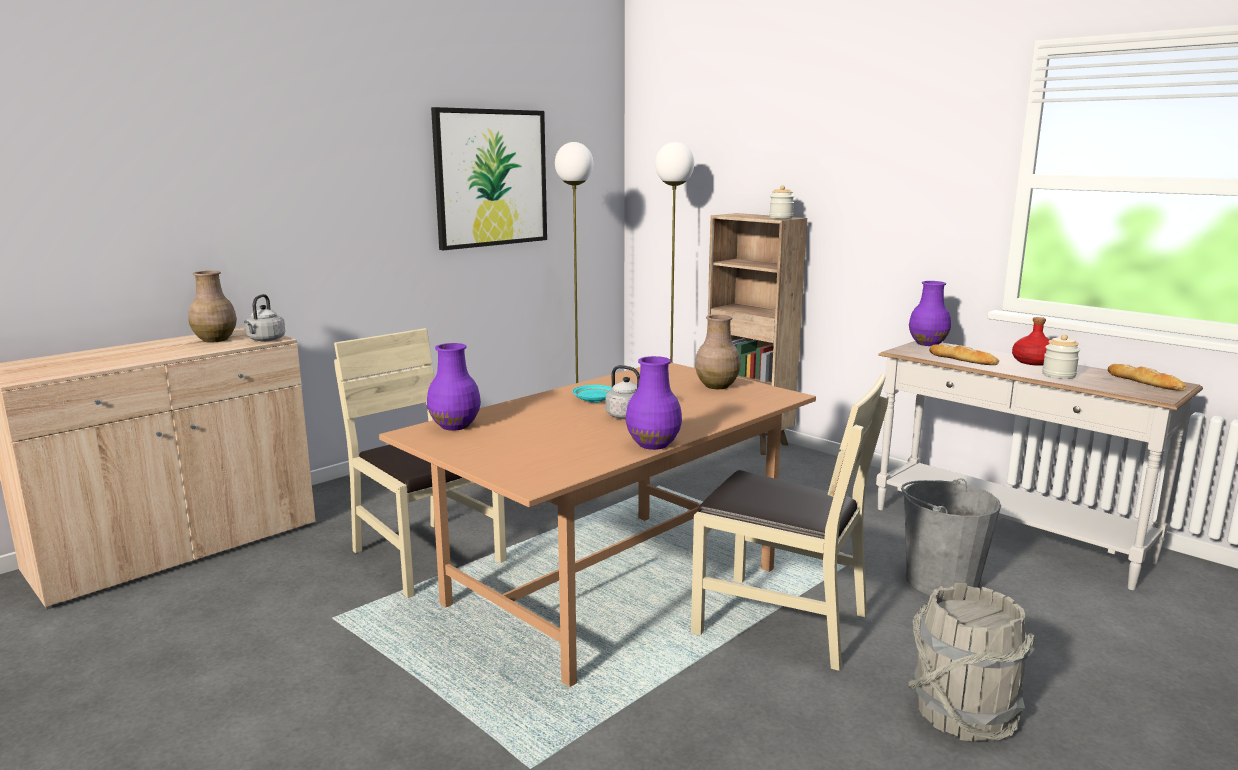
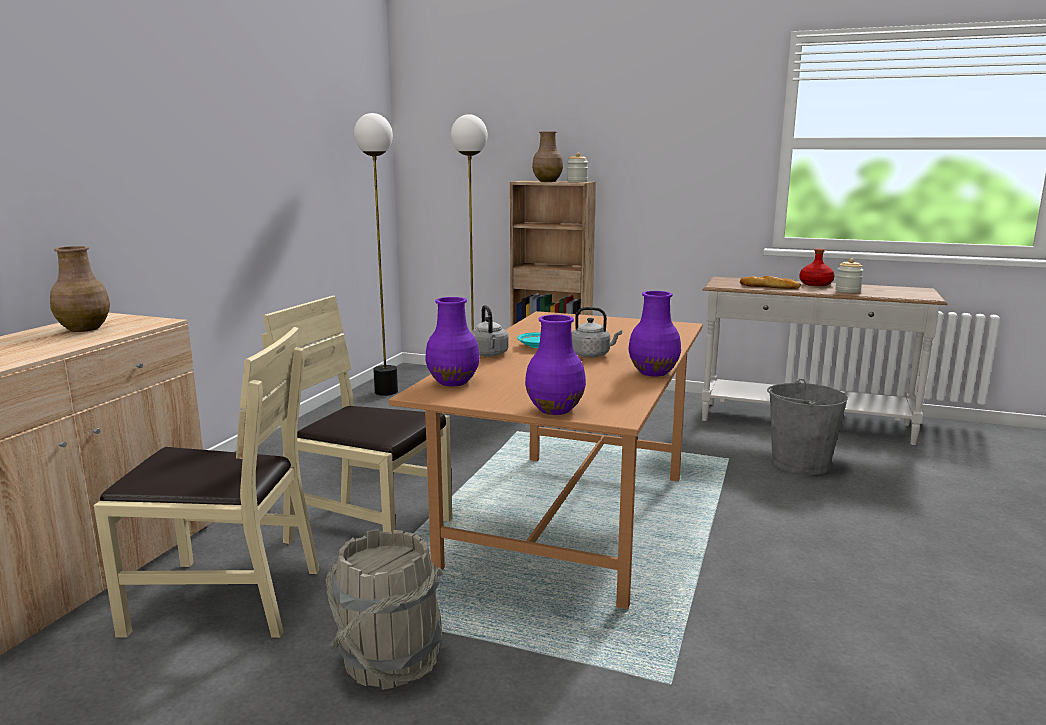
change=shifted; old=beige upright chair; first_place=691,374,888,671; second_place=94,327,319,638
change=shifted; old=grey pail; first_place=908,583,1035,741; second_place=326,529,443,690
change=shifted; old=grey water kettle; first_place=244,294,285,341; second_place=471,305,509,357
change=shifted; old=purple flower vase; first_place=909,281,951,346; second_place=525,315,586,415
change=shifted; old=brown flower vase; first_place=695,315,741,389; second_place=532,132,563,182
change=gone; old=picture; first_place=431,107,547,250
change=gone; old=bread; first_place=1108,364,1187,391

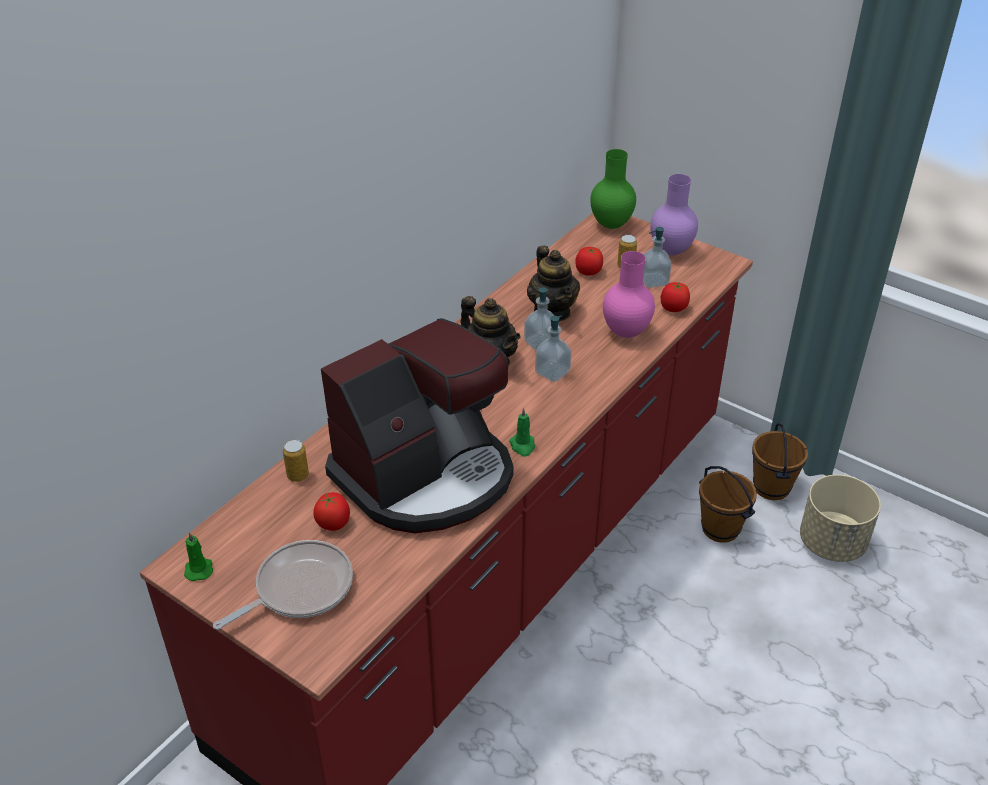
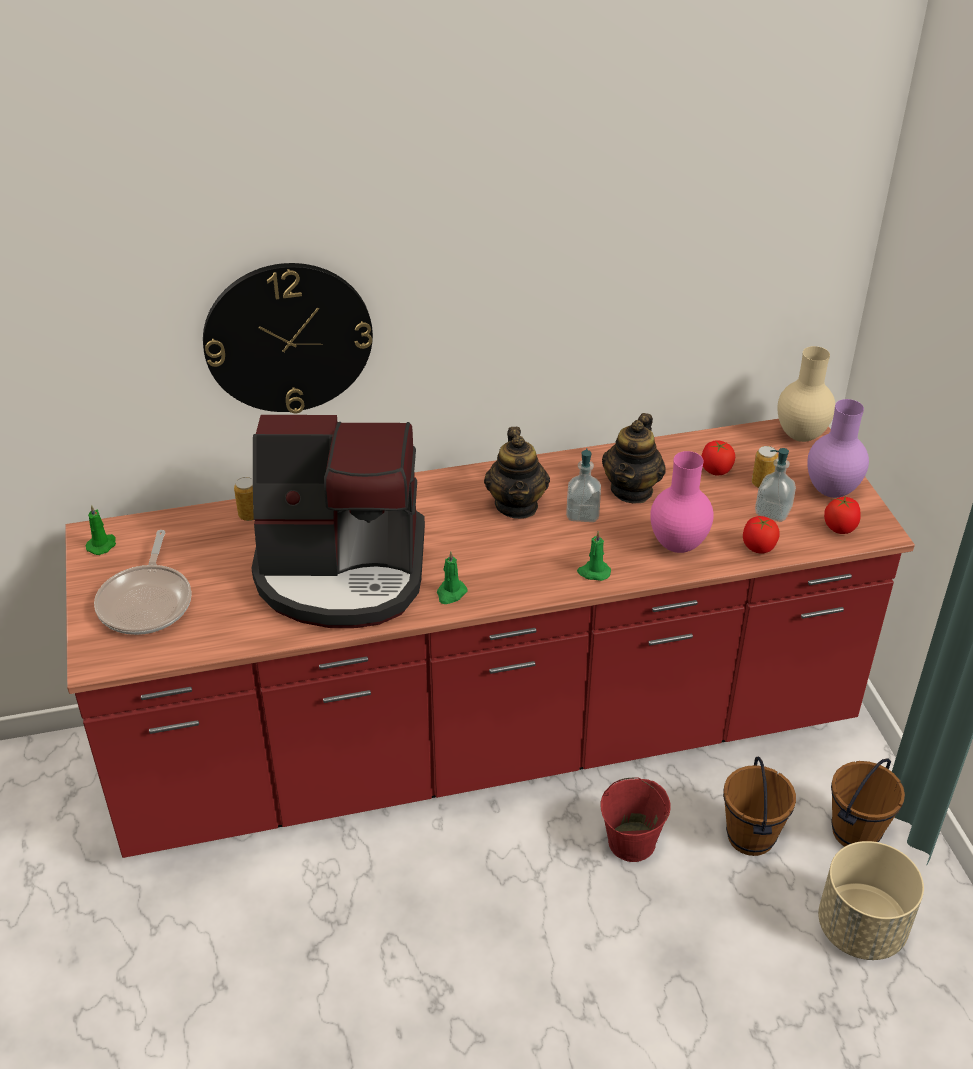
change=rotated; old=skillet; first_place=213,540,353,630; second_place=94,530,192,635; degrees=90
change=new; new=clock on the wall; second_place=203,263,373,413
change=new; new=green-coloured candle; second_place=577,531,611,581
change=new; new=red-coloured pail; second_place=600,777,671,862
change=repainted; old=green-coloured flower vase; new=beige flower vase; first_place=590,149,636,229; second_place=777,346,835,442
change=shifted; old=whole tomato; first_place=313,492,350,531; second_place=824,496,861,534
change=gone; old=soap dispenser; first_place=535,316,572,382

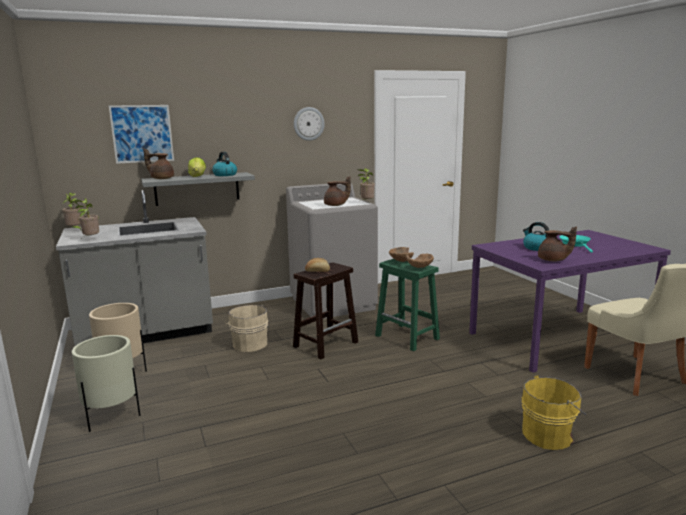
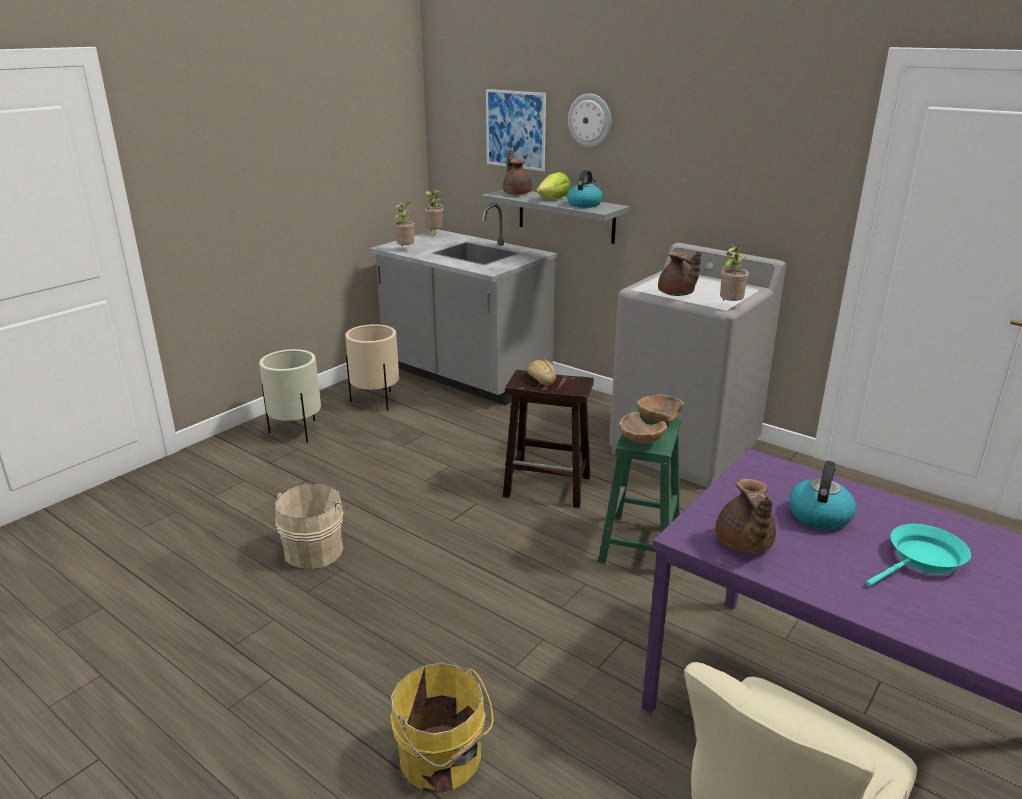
change=shifted; old=beige pail; first_place=225,304,268,352; second_place=275,483,348,569
change=shifted; old=clock on the wall; first_place=294,107,325,141; second_place=568,93,612,148

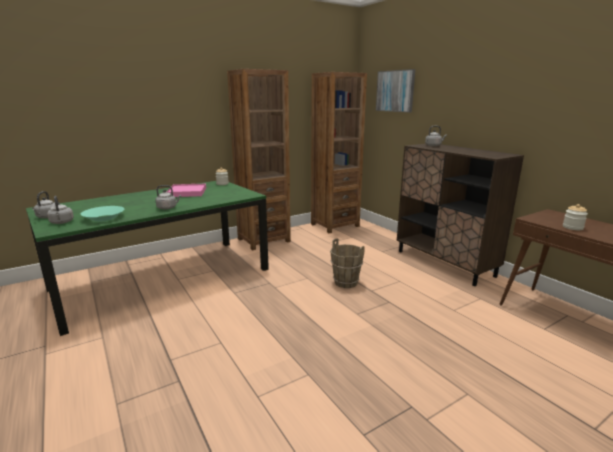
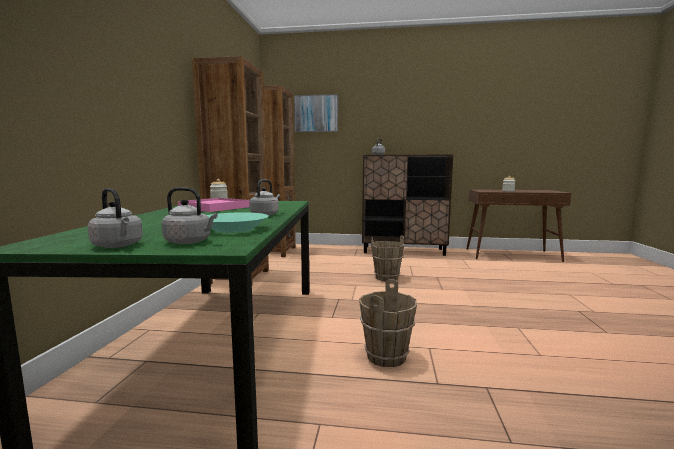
change=new; new=brown pail; second_place=359,279,417,367

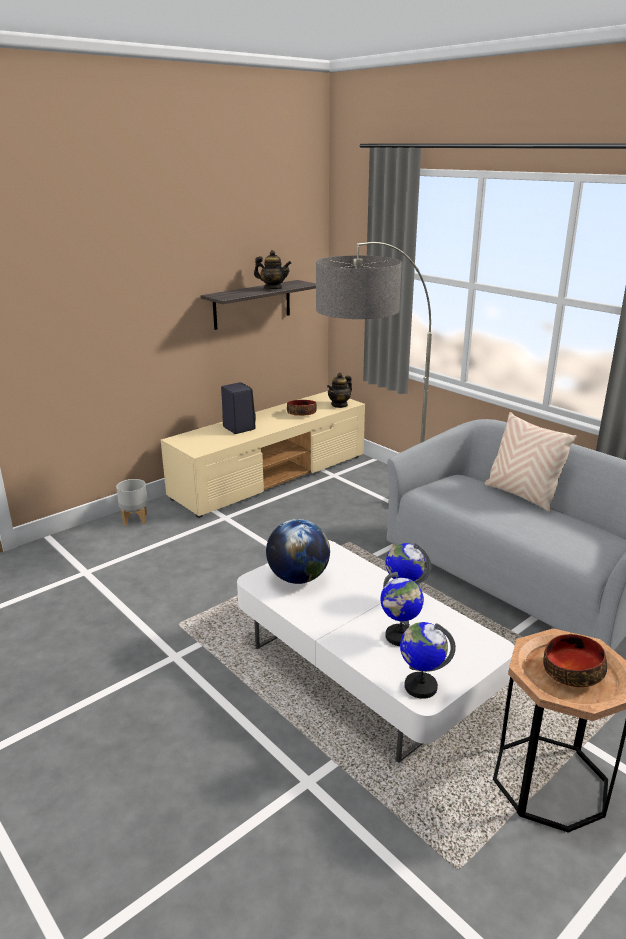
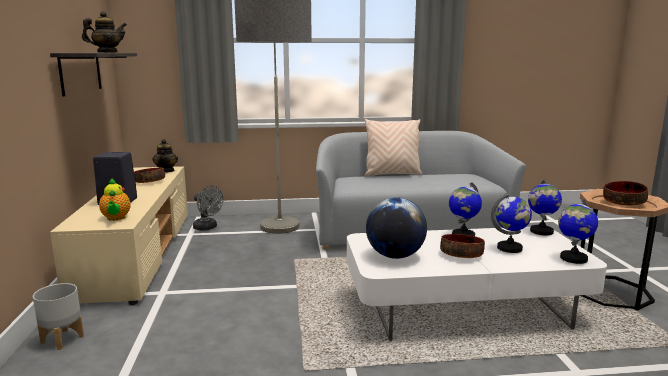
change=new; new=teapot; second_place=99,178,131,221
change=new; new=grey electric fan; second_place=193,186,224,231
change=new; new=serving bowl; second_place=440,234,485,258
change=new; new=globe; second_place=528,179,562,235

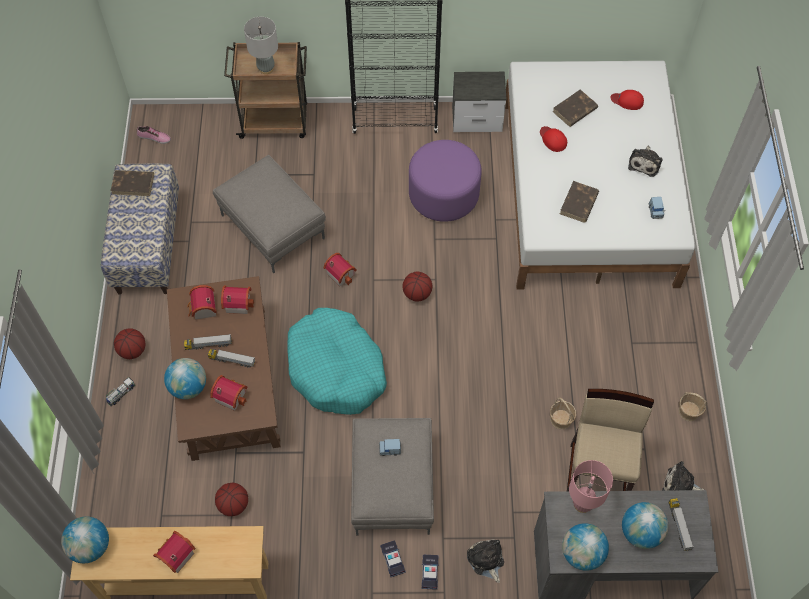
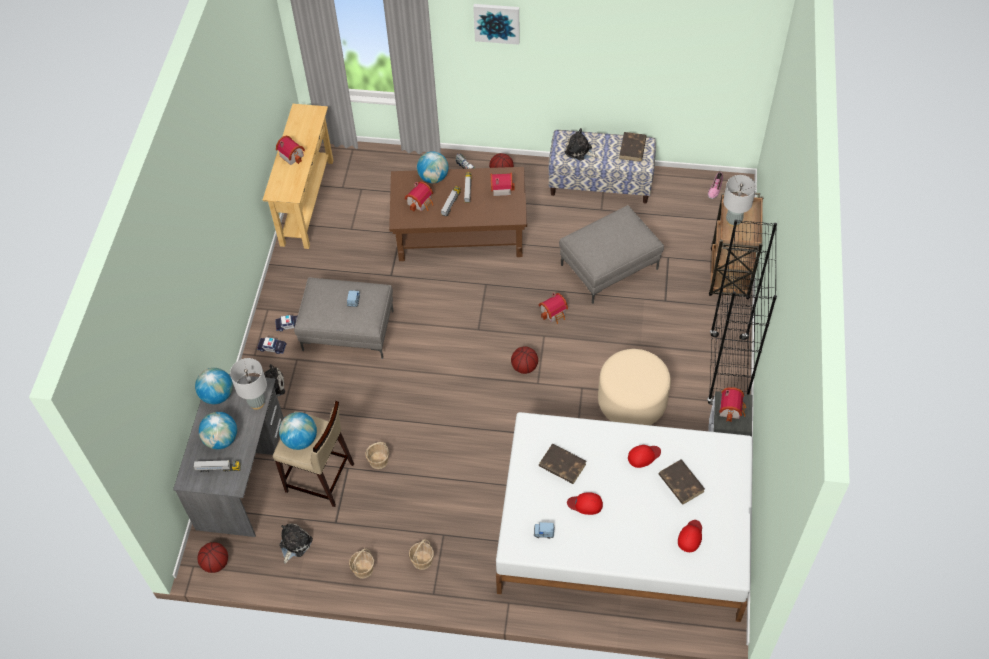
change=shifted; old=basketball ball; first_place=215,483,248,516; second_place=197,542,228,573
change=repainted; old=pink-coloured lamp for a table; new=grey lamp for a table; first_place=569,460,613,513; second_place=230,358,267,410
change=shifted; old=globe; first_place=61,517,109,563; second_place=279,412,317,450
change=new; new=basket; second_place=409,539,434,570
change=new; new=picture; second_place=473,4,520,45
change=shifted; old=plush toy; first_place=628,146,662,177; second_place=565,128,598,161
change=new; new=red-coloured baseball cap; second_place=567,492,603,515
change=repainted; old=purple footrest; new=beige footrest; first_place=409,140,482,222; second_place=598,349,671,425
change=shifted; old=miniature house; first_place=221,286,254,314; second_place=719,387,746,421
change=gone; old=turquoise-coloured dog bed; first_place=287,308,387,415

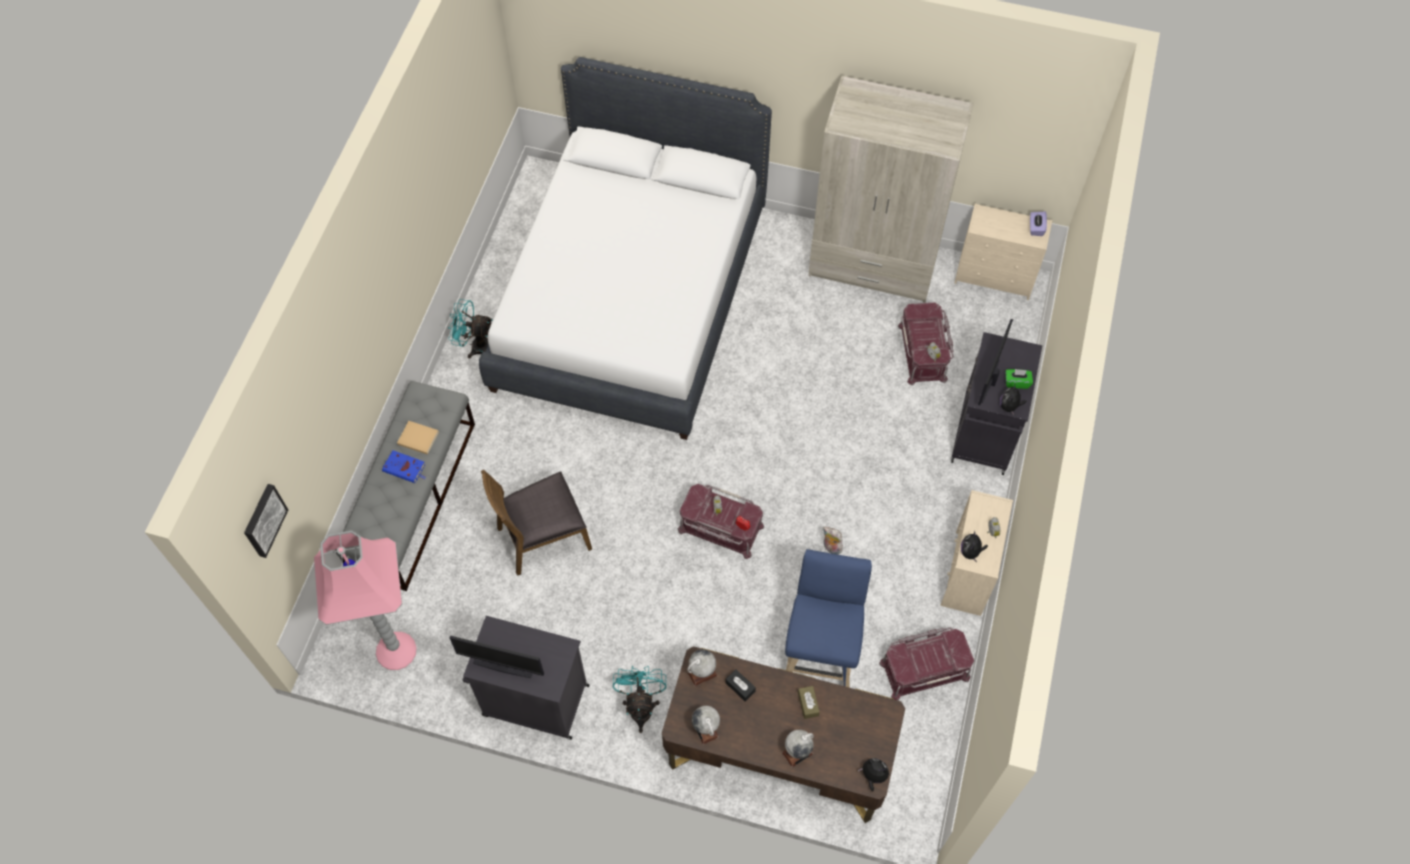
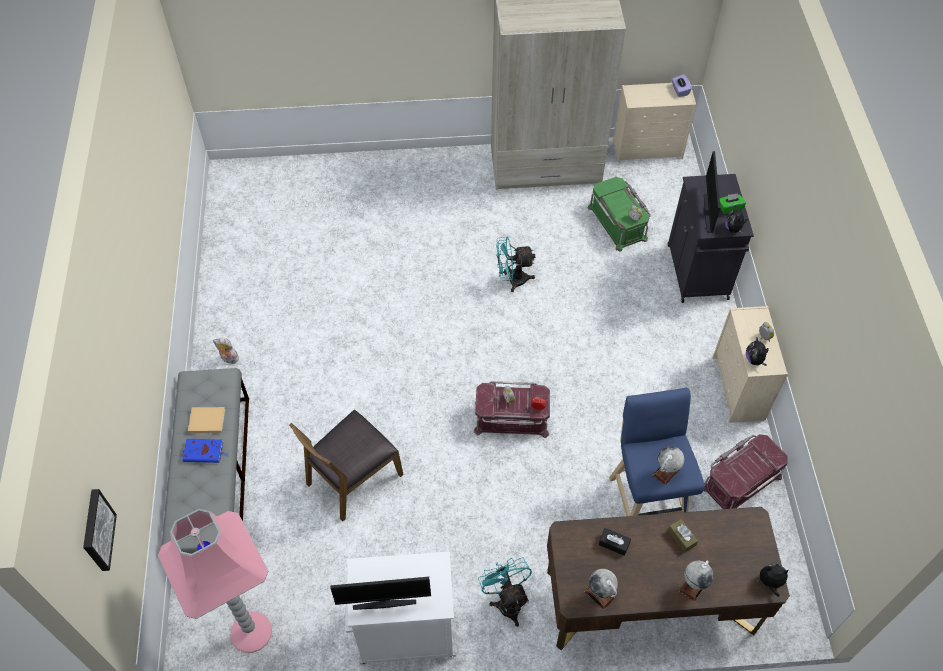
change=shifted; old=plush toy; first_place=823,527,843,555; second_place=213,338,239,364
change=repainted; old=blackish storage cabinet; new=white storage cabinet; first_place=463,616,590,740; second_place=345,551,456,665
change=shifted; old=turquoise-coloured electric fan; first_place=448,299,493,359; second_place=496,236,535,292
change=repainted; old=red-coloured storage container; new=green-coloured storage container; first_place=898,303,954,385; second_place=588,177,651,251
change=shifted; old=globe; first_place=687,649,717,686; second_place=653,446,684,485
change=gone; old=white sleeping bed; first_place=479,57,772,440

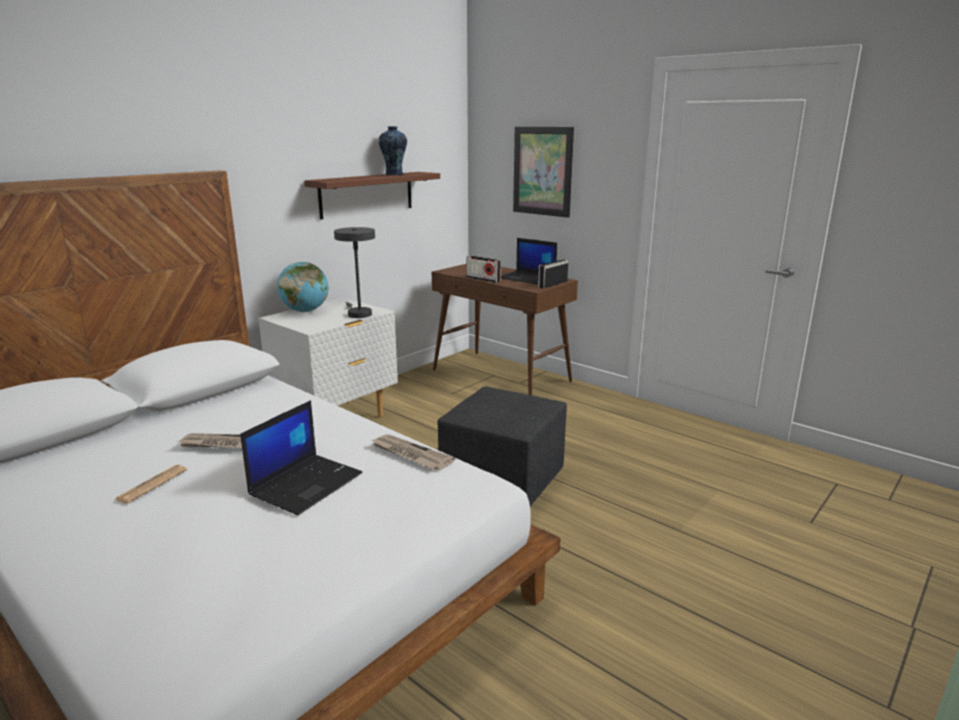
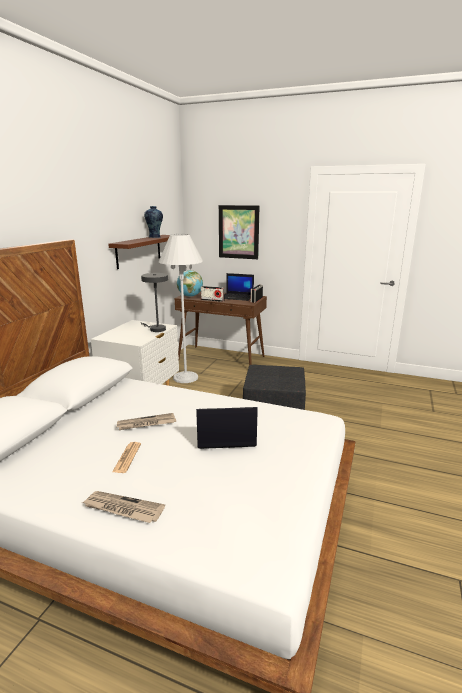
change=shifted; old=printed paper; first_place=371,434,455,470; second_place=82,491,165,523
change=new; new=white floor lamp; second_place=159,234,203,383
change=shifted; old=globe; first_place=277,262,329,312; second_place=177,270,203,297
change=rotated; old=portable computer; first_place=240,400,362,515; second_place=196,407,258,449; degrees=-105

